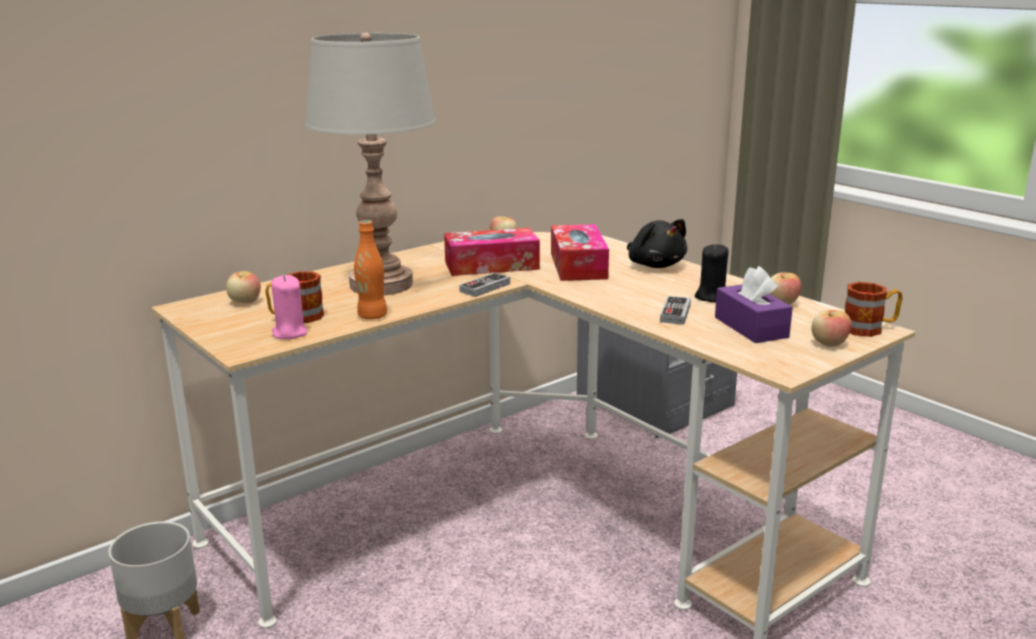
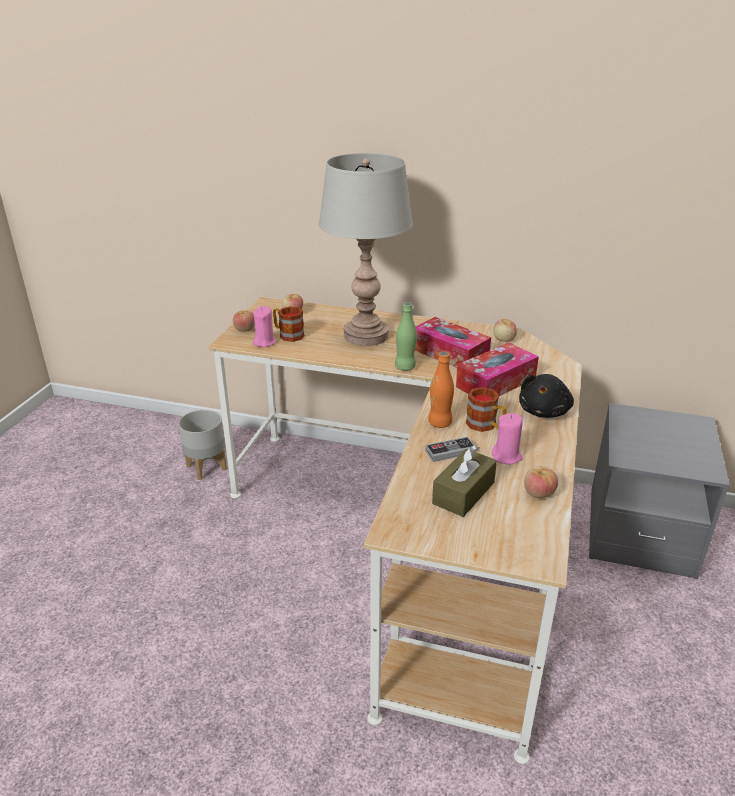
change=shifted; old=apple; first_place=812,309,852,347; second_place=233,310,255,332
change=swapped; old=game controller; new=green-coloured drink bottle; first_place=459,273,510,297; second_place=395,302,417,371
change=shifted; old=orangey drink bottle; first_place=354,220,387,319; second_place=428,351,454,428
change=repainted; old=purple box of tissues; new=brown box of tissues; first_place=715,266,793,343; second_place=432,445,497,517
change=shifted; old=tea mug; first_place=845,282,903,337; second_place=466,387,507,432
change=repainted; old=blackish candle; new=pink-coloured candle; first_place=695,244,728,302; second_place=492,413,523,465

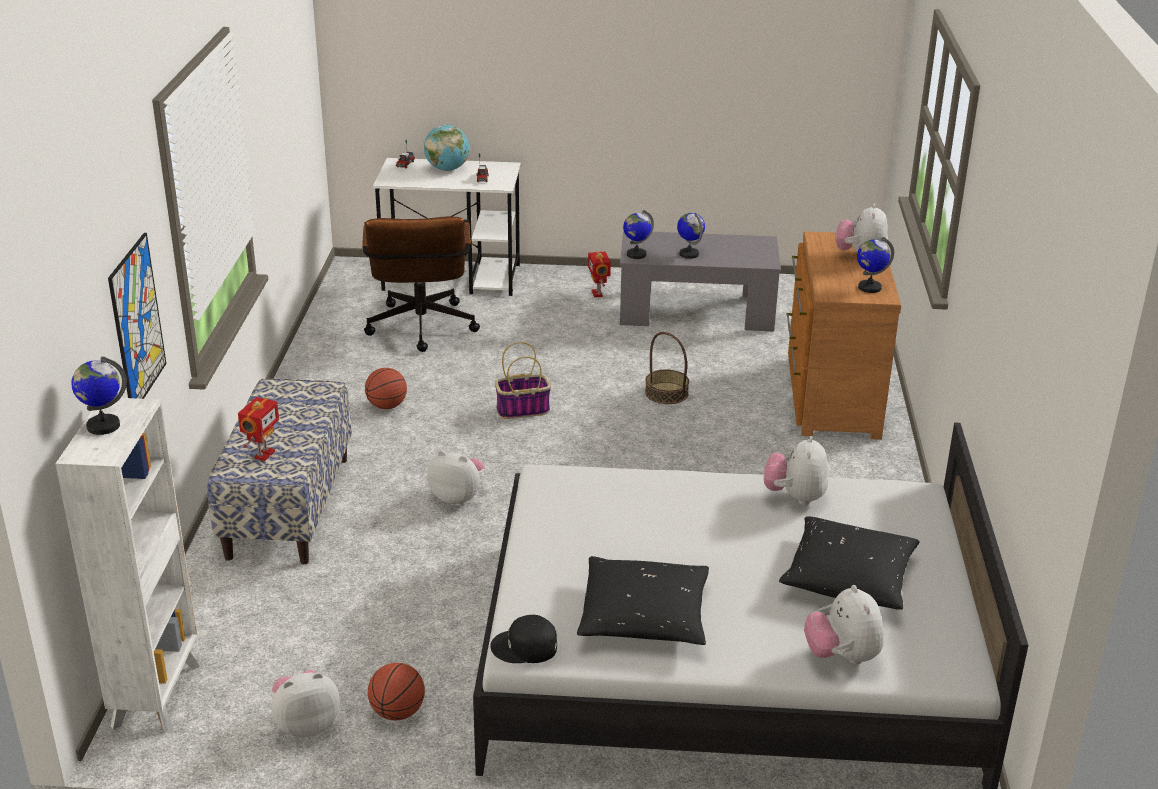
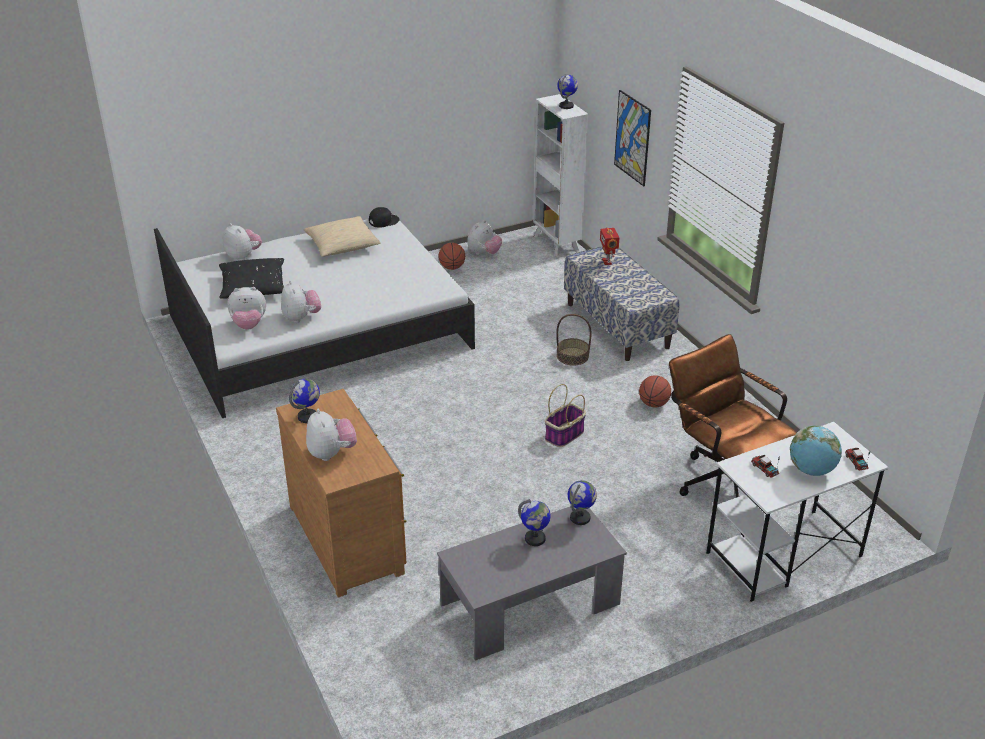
change=shifted; old=plush toy; first_place=427,451,485,506; second_place=227,287,266,330
change=repainted; old=blackish throw pillow; new=beige throw pillow; first_place=577,556,709,645; second_place=303,216,381,257
change=shifted; old=basket; first_place=645,332,689,404; second_place=557,314,591,366
change=gone; old=robot figure; first_place=588,251,611,297

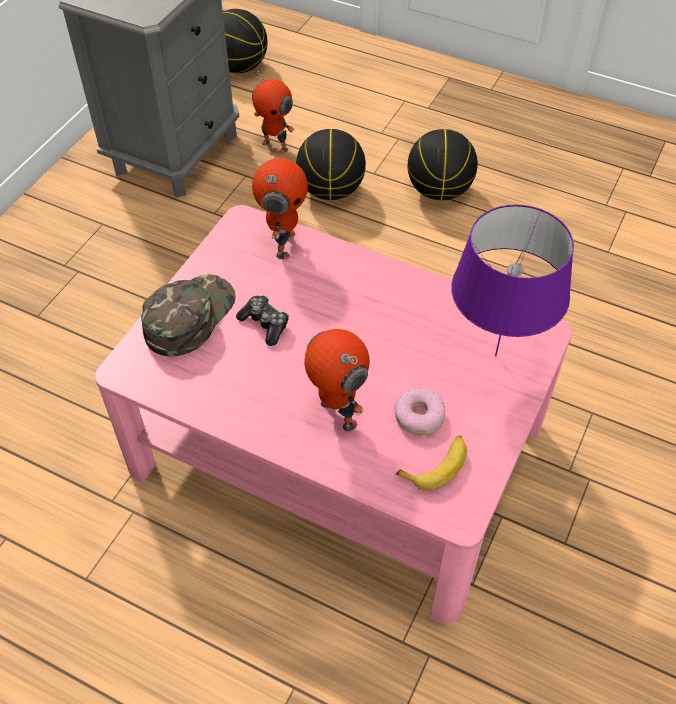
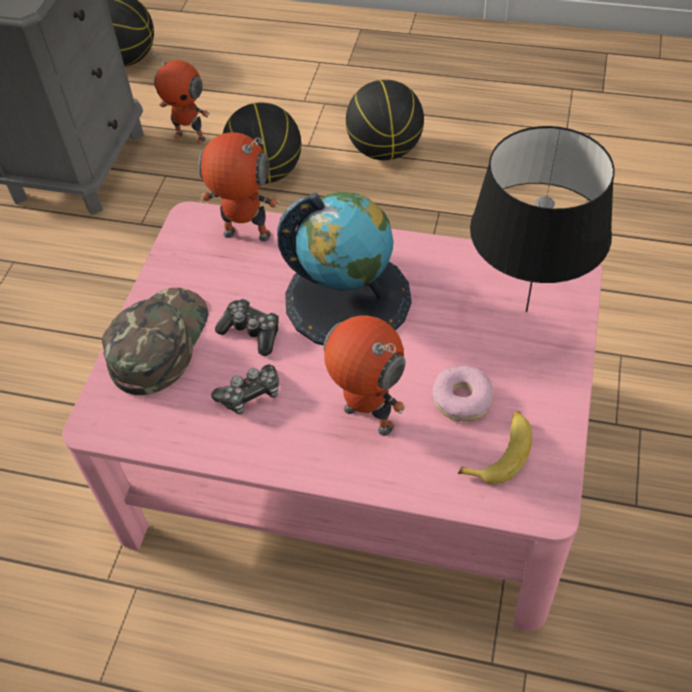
change=rotated; old=robot figure; first_place=252,158,308,259; second_place=198,133,279,242; degrees=-75
change=new; new=game controller; second_place=211,364,279,414
change=new; new=globe; second_place=277,192,412,345
change=repainted; old=purple lamp for a table; new=blackish lamp for a table; first_place=451,204,574,356; second_place=470,126,615,312

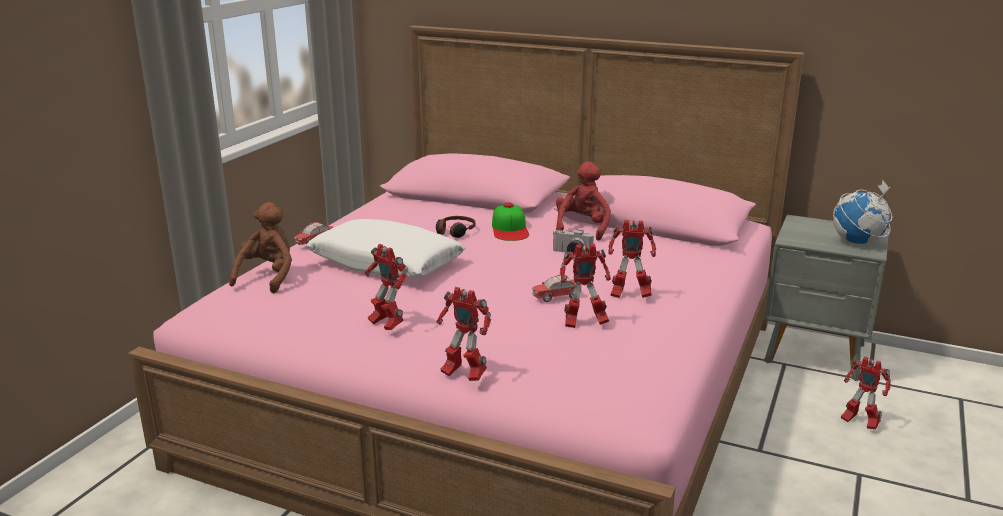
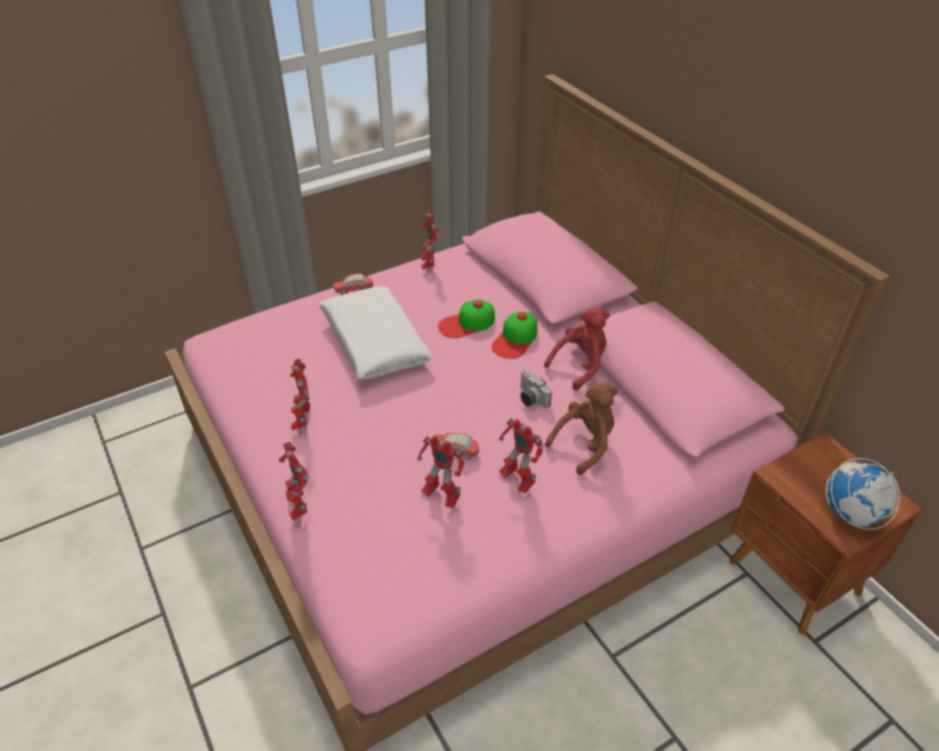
change=shifted; old=robot figure; first_place=841,357,891,429; second_place=421,210,440,270
change=swapped; old=pair of headphones; new=baseball cap; first_place=436,216,475,238; second_place=438,300,495,338
change=shifted; old=brown plush toy; first_place=229,202,292,293; second_place=545,383,618,475
change=repainted; old=grey bedside table; new=brown bedside table; first_place=764,215,889,381; second_place=730,432,922,635

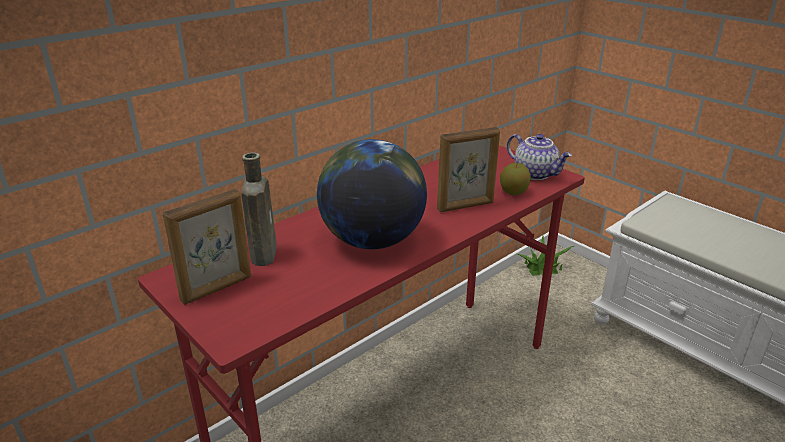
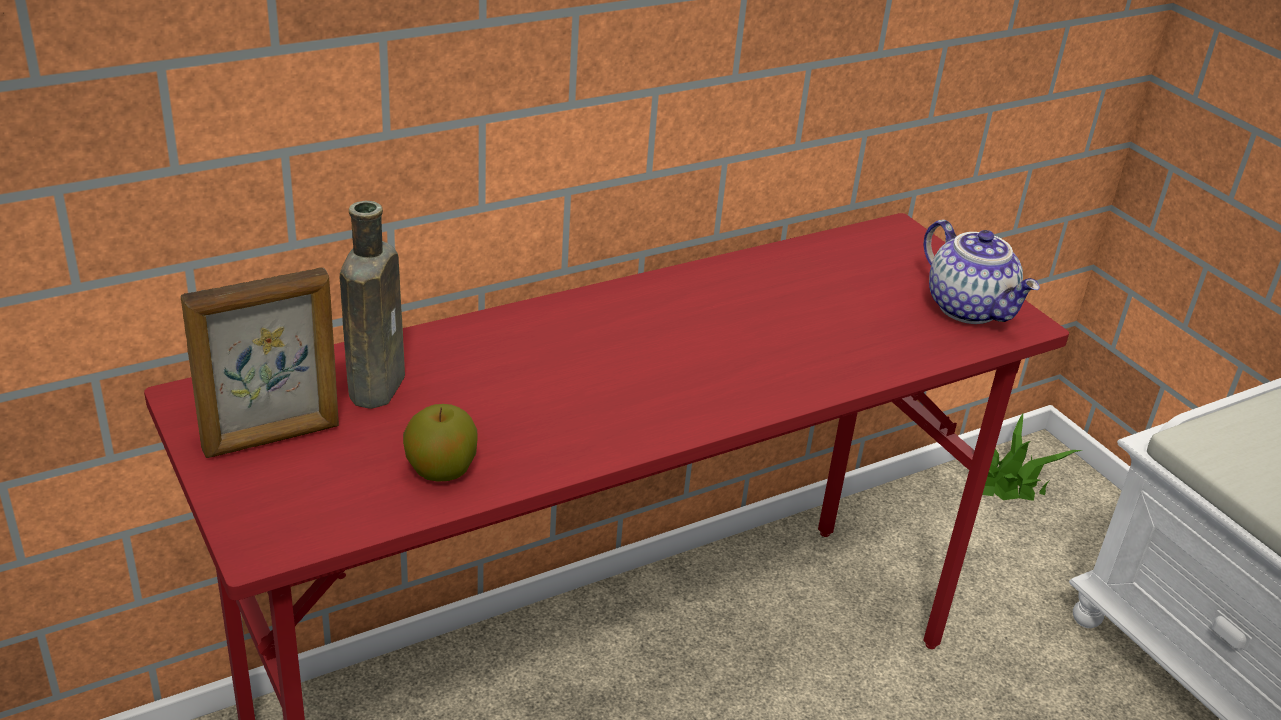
change=shifted; old=apple; first_place=500,162,531,195; second_place=403,404,478,482
change=gone; old=globe; first_place=317,139,427,249
change=gone; old=standing frame; first_place=437,127,500,212

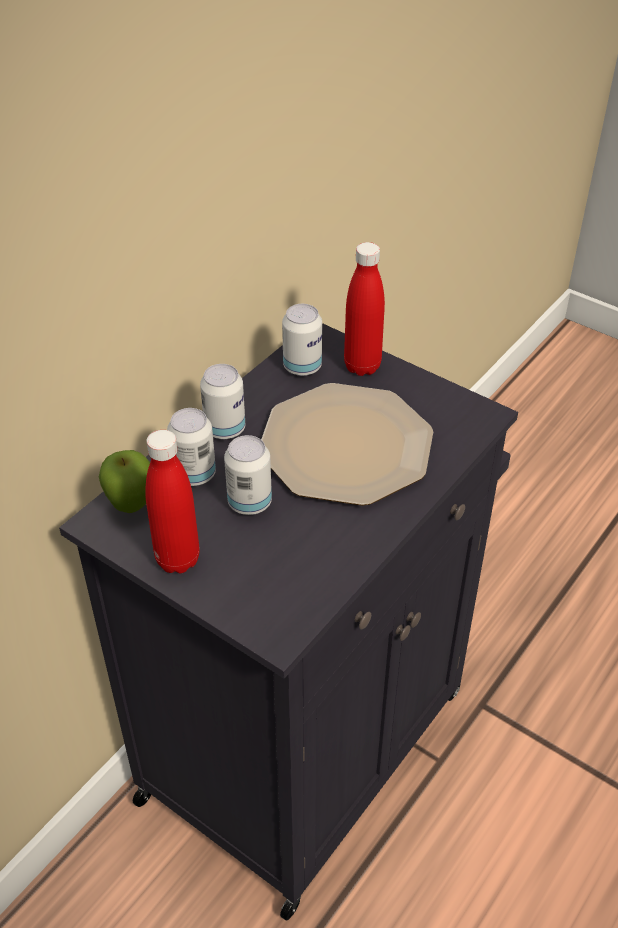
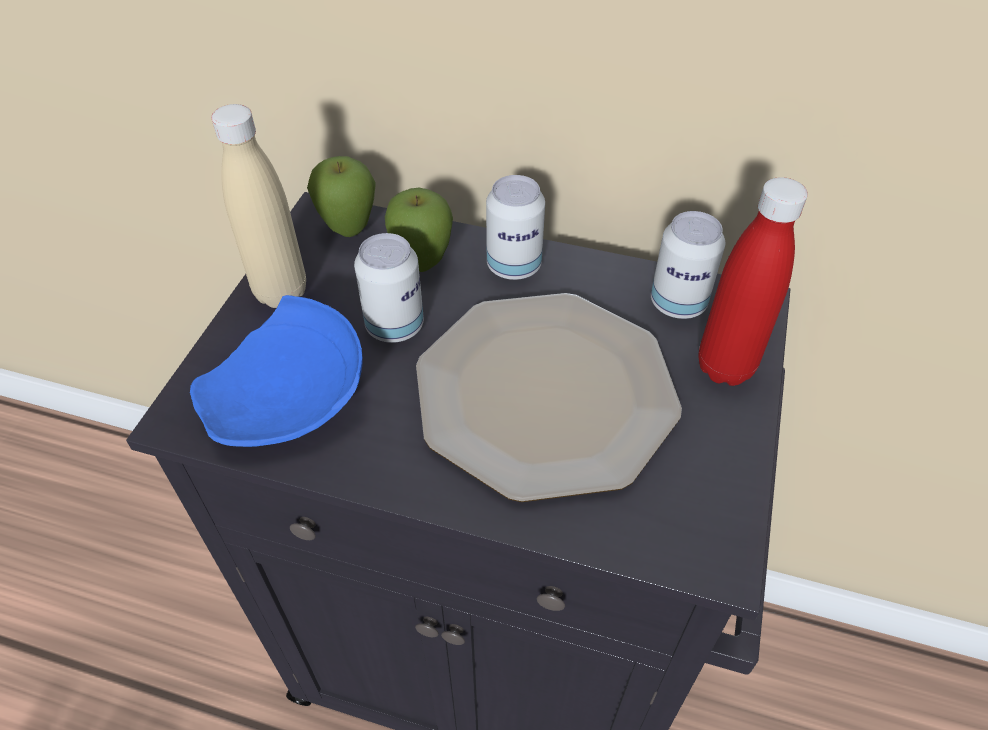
change=new; new=blue-coloured plate; second_place=190,295,363,447
change=repainted; old=red-coloured drink bottle; new=beige drink bottle; first_place=145,430,199,574; second_place=211,104,306,308
change=swapped; old=metal can; new=apple; first_place=167,408,216,486; second_place=385,188,453,272

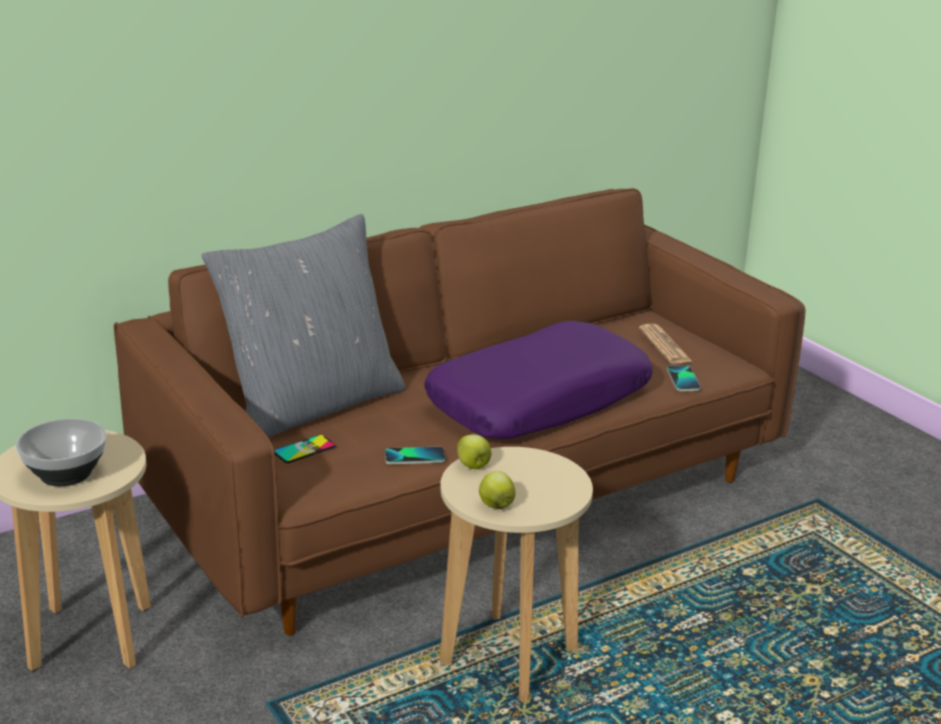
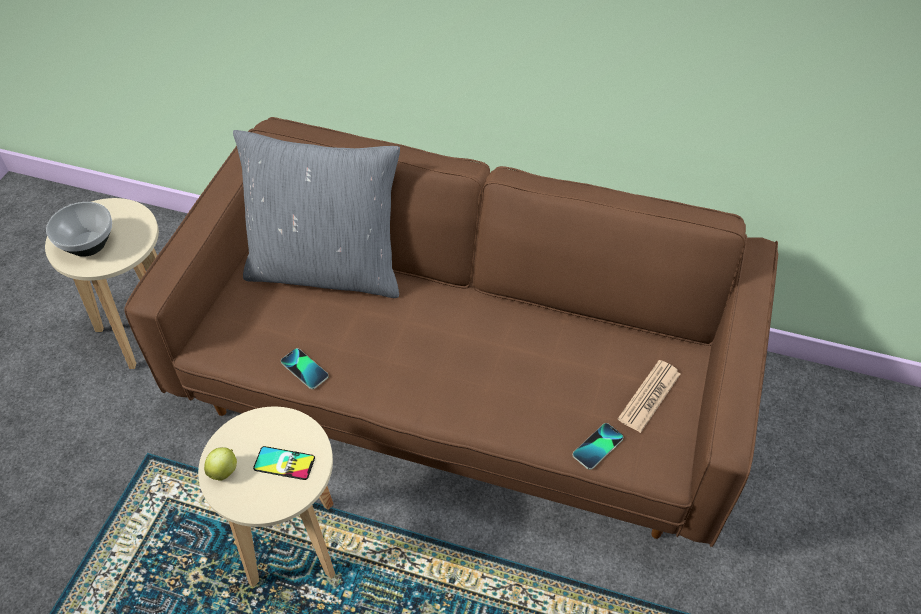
change=shifted; old=telephone; first_place=274,435,336,463; second_place=253,446,315,480
change=gone; old=purple throw pillow; first_place=424,321,653,439
change=gone; old=apple; first_place=457,434,491,469

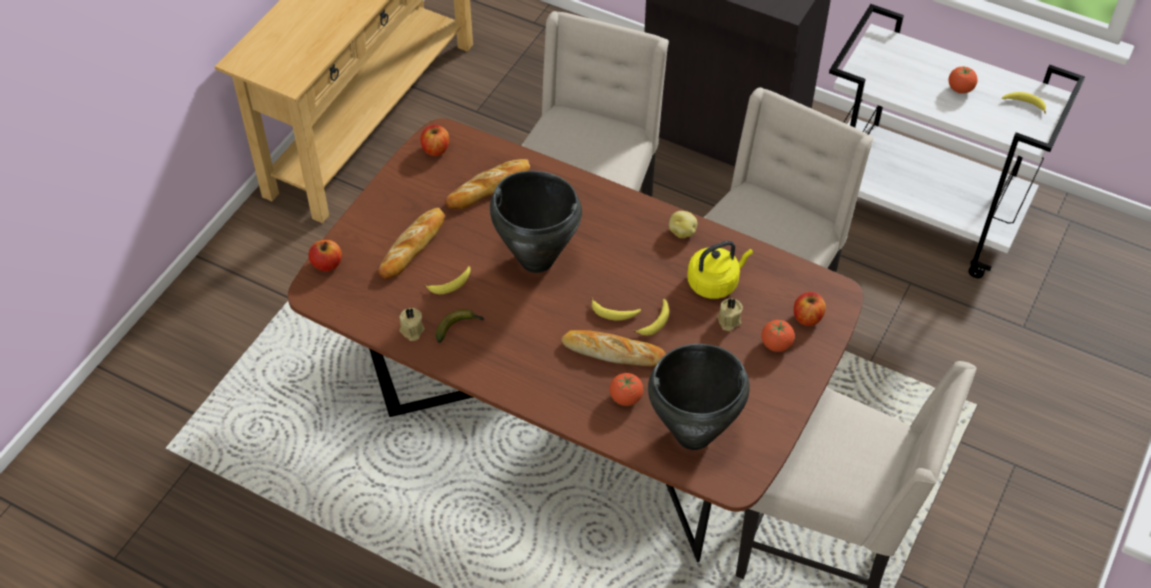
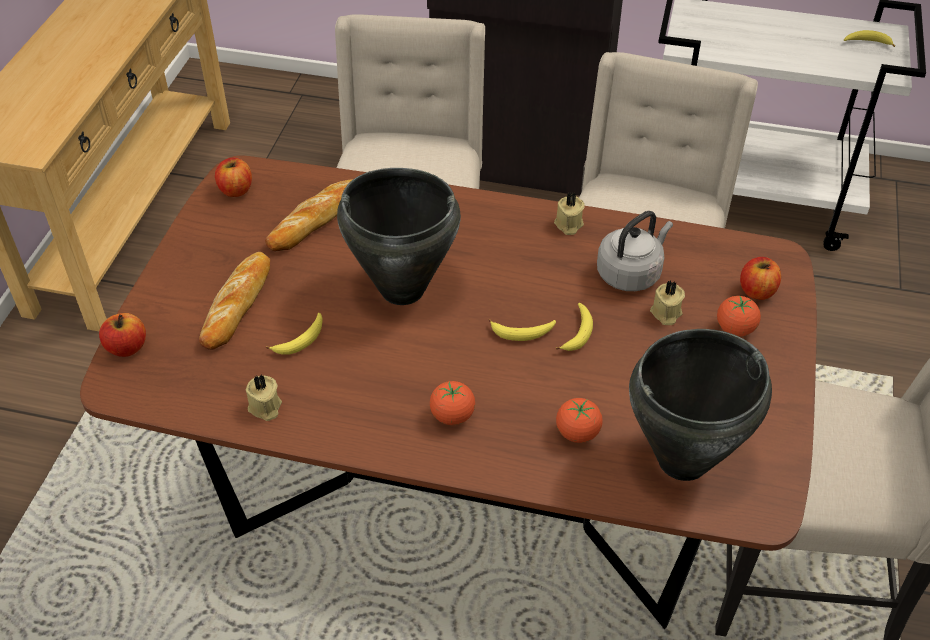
change=shifted; old=whole tomato; first_place=948,67,977,94; second_place=430,381,475,425
change=swapped; old=potato; new=beige candle; first_place=669,211,697,238; second_place=554,192,585,235
change=repainted; old=yellow-coloured water kettle; new=grey water kettle; first_place=687,241,753,299; second_place=597,211,673,291
change=gone; old=banana fruit; first_place=436,309,484,343
change=gone; old=bread; first_place=561,330,666,367

